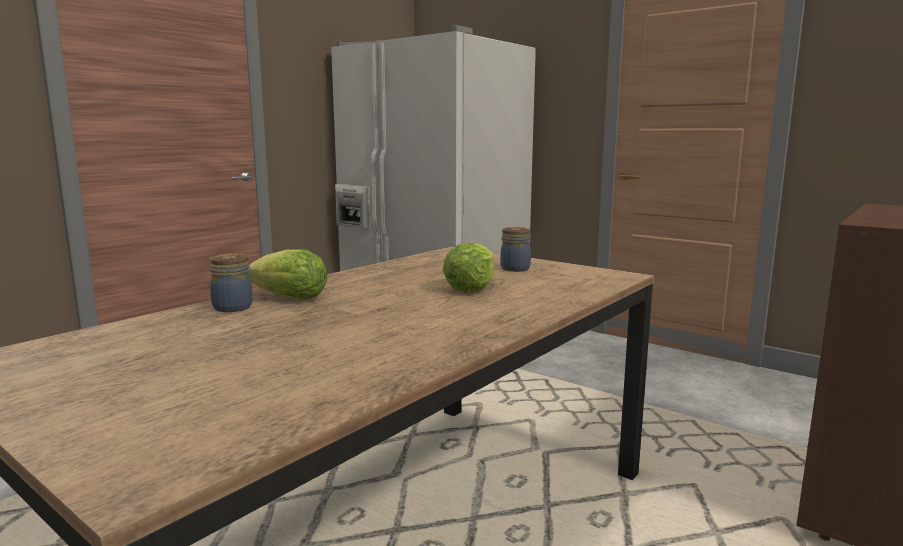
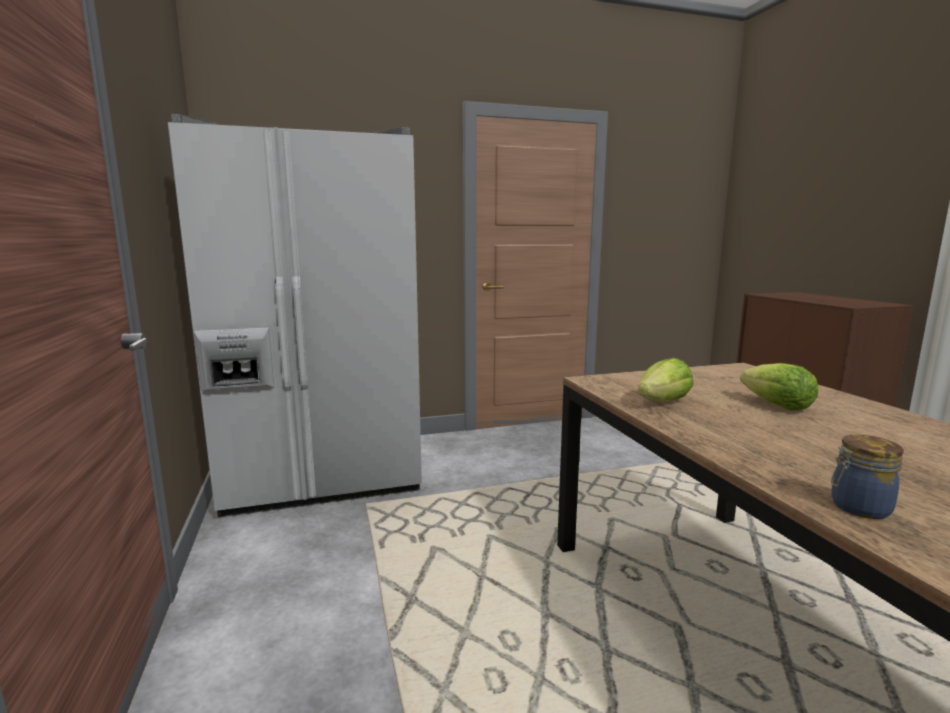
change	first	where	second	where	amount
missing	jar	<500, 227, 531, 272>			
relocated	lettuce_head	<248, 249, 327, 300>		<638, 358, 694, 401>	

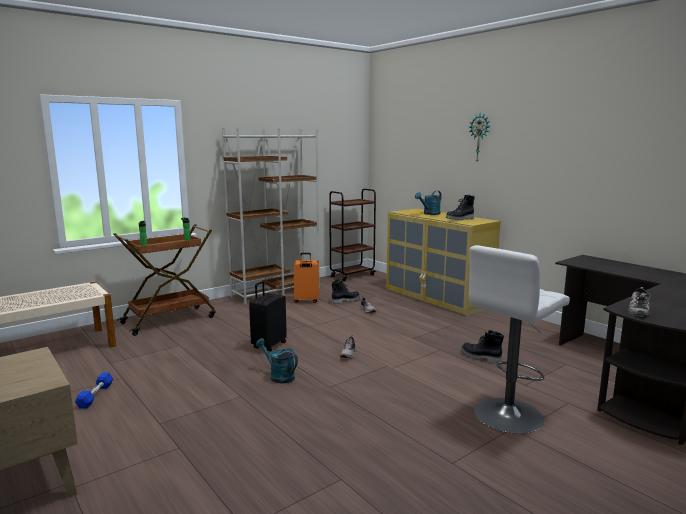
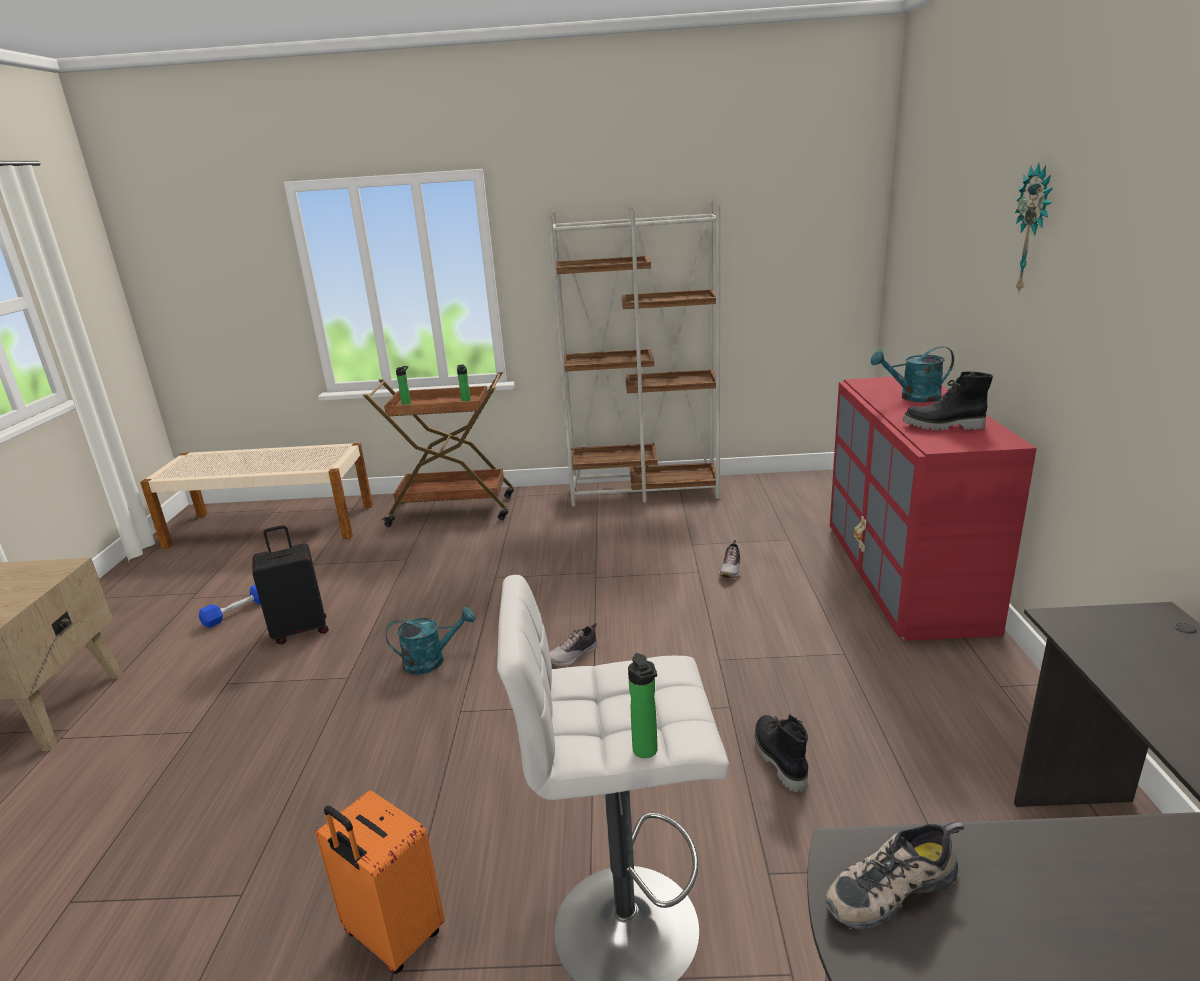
change	first	where	second	where	amount
missing	brown_trolley	<329, 189, 376, 281>			
colour	yellow_storage_cabinet	<386, 209, 501, 316>	red_storage_cabinet	<830, 376, 1037, 641>	
relocated	orange-coloured_piece_of_luggage	<293, 253, 319, 303>		<315, 790, 445, 974>	
missing	black_high-top_boot	<332, 279, 360, 304>			
relocated	black_piece_of_luggage	<249, 281, 287, 351>		<252, 525, 328, 644>	
spun	turquoise_sprinkling_can	<256, 338, 298, 383>		<386, 607, 476, 674>	90 degrees clockwise
appeared			drink_bottle	<628, 653, 658, 758>	

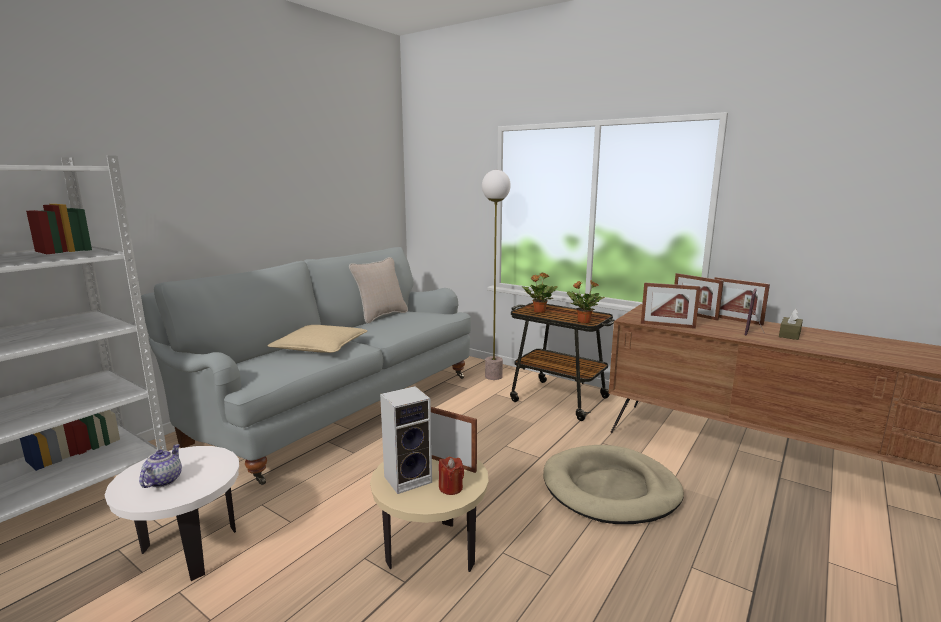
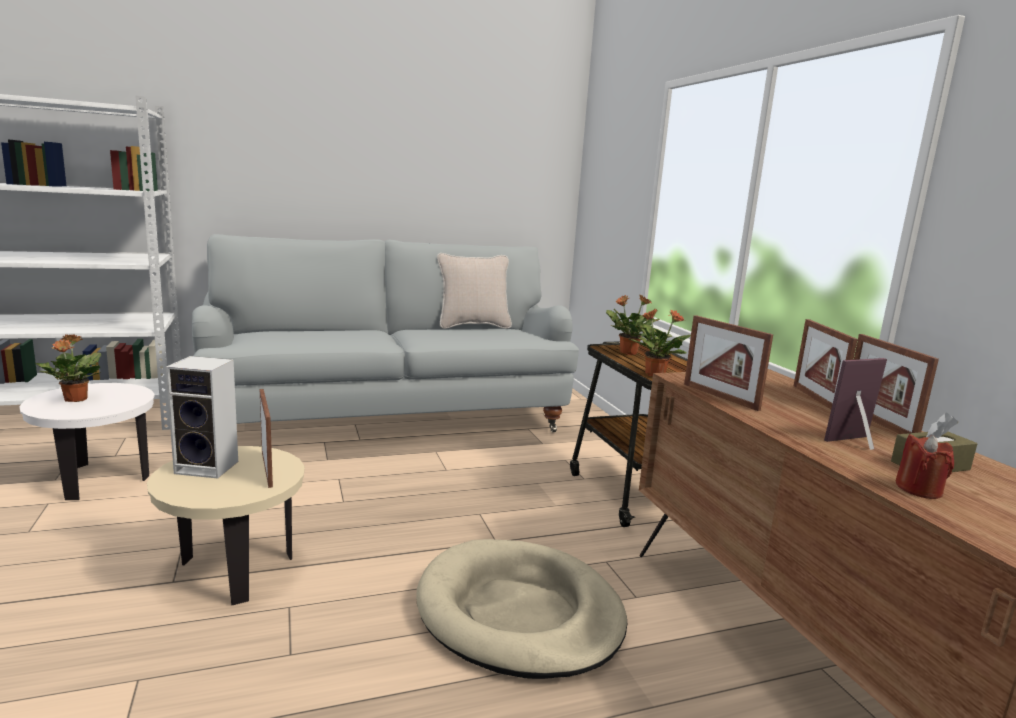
change	first	where	second	where	amount
missing	standard_lamp	<482, 170, 511, 380>			
missing	beige_pillow	<268, 325, 367, 353>			
exchanged	pot_for_tea	<139, 444, 182, 488>	potted_plant	<35, 334, 101, 402>	
relocated	red_candle	<439, 457, 464, 495>		<895, 434, 954, 499>	

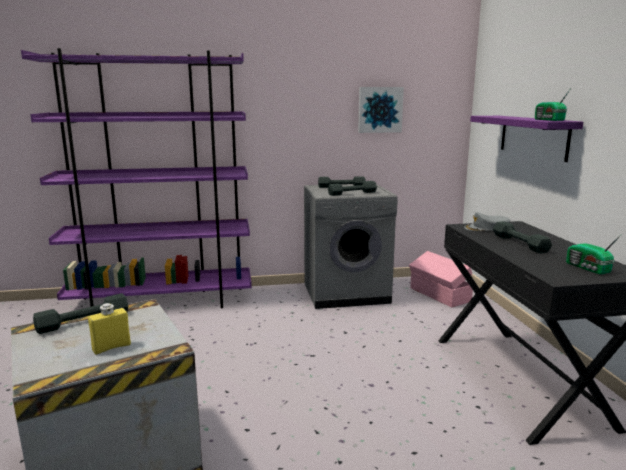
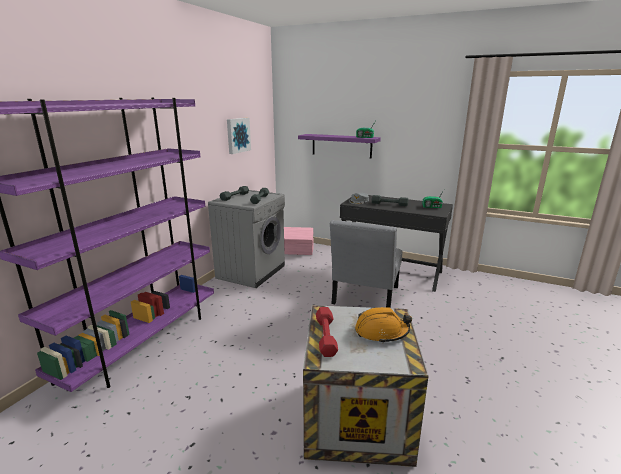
change	first	where	second	where	amount
colour	gray_hand_weight	<33, 293, 128, 334>	red_hand_weight	<316, 307, 338, 357>	
exchanged	yellow_drink_bottle	<88, 303, 131, 355>	orange-coloured_work_helmet	<355, 307, 412, 344>	
appeared			gray_plain_chair	<330, 220, 402, 308>	

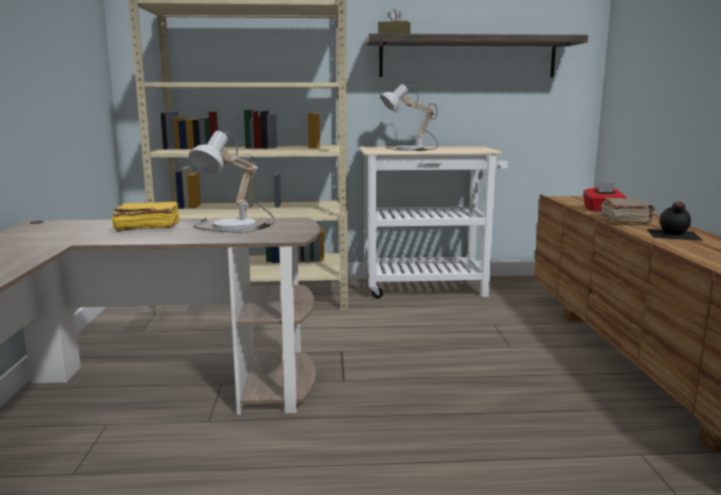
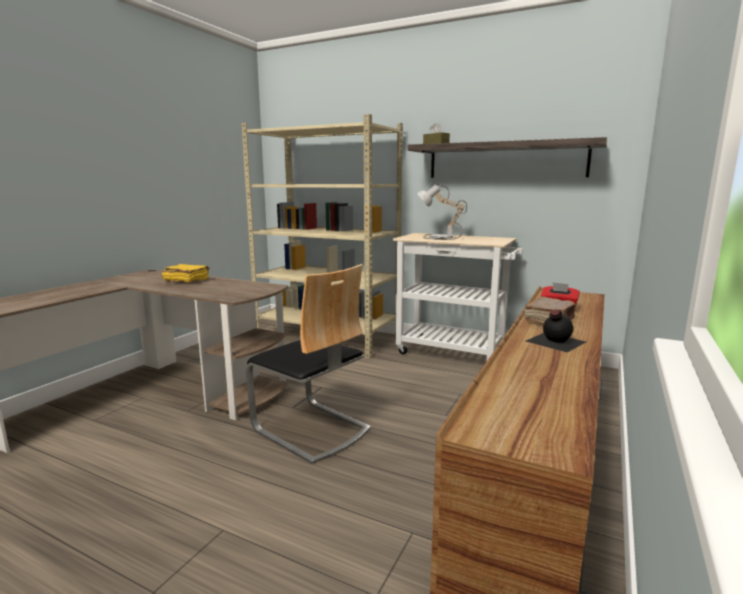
change	first	where	second	where	amount
missing	tabletop_lamp	<189, 131, 276, 233>			
appeared			plain_chair	<246, 264, 371, 464>	

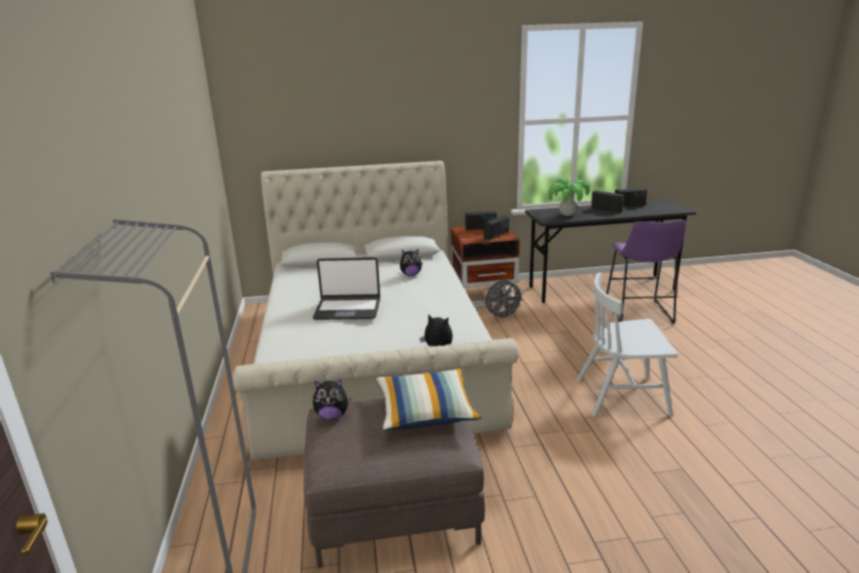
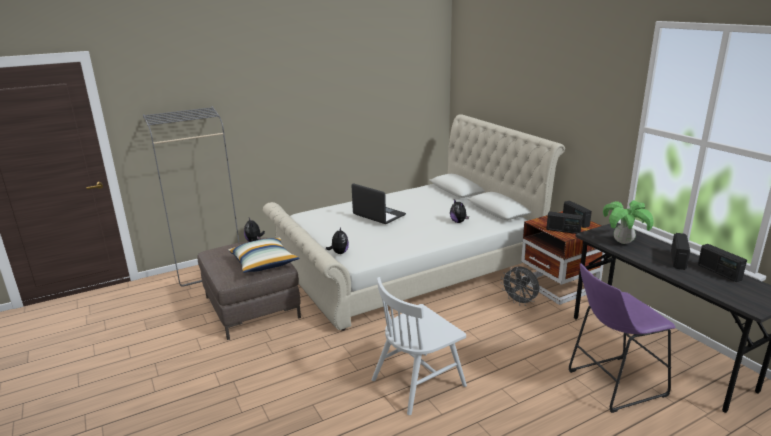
change	first	where	second	where	amount
spun	notebook_computer	<313, 257, 380, 320>		<351, 183, 406, 224>	150 degrees clockwise
spun	white-coloured_plain_chair	<577, 273, 678, 417>		<372, 277, 467, 415>	105 degrees counterclockwise

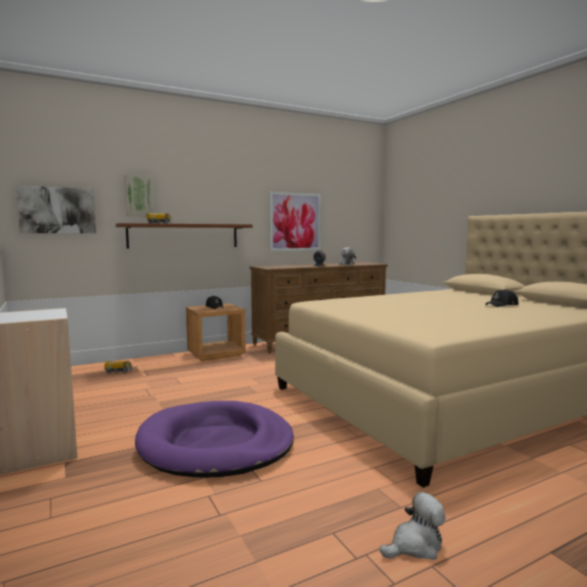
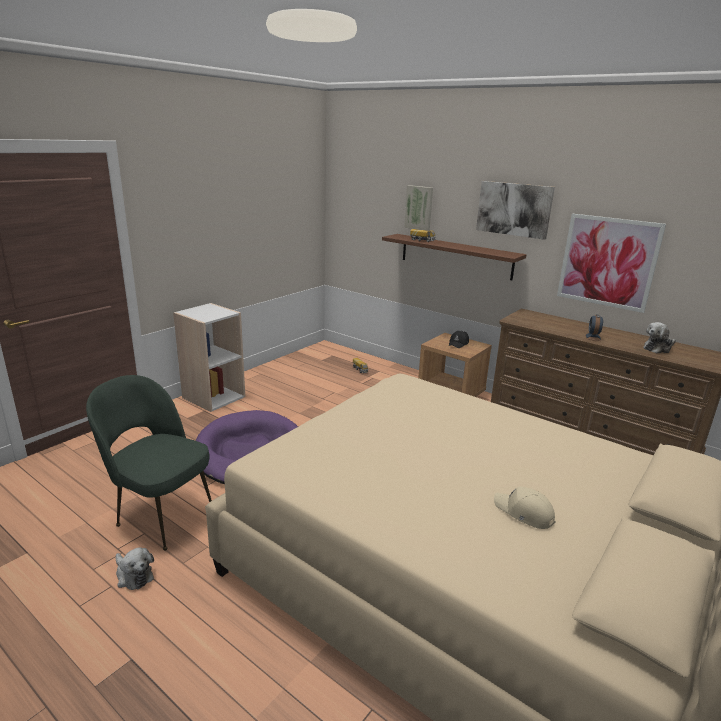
change	first	where	second	where	amount
relocated	wall_art	<16, 185, 96, 233>		<476, 181, 555, 240>	
colour	black_peaked_cap	<486, 289, 519, 307>	beige_peaked_cap	<494, 486, 556, 529>	
appeared			greenish_plain_chair	<86, 375, 212, 551>	

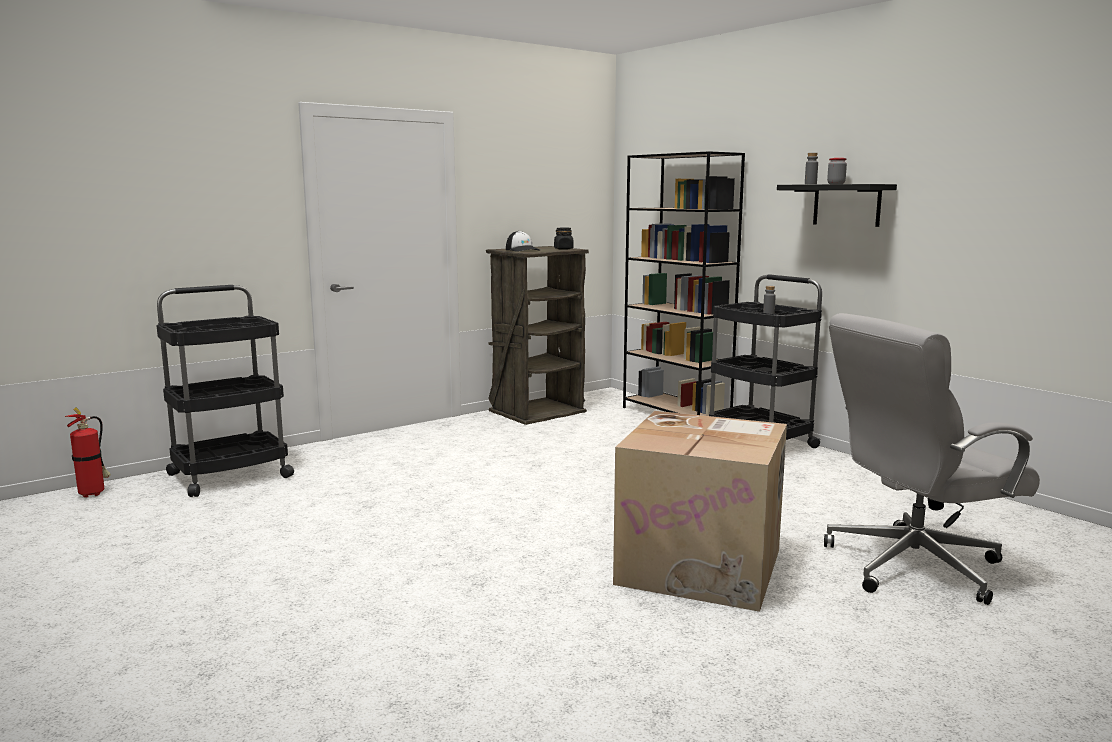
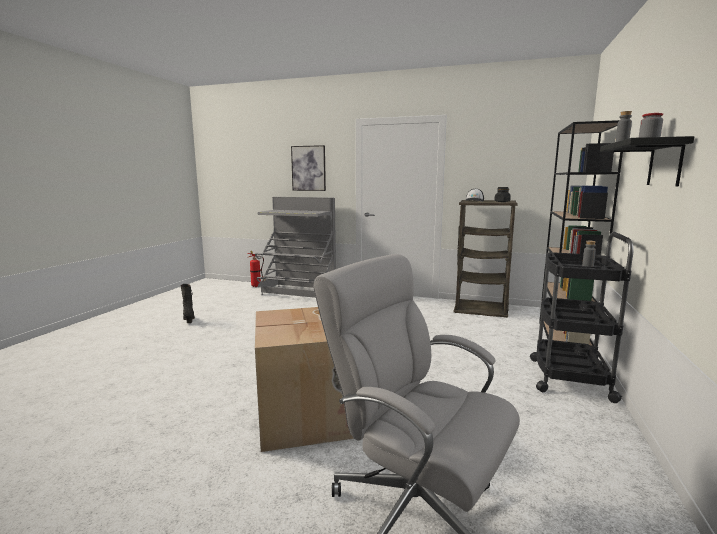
change	first	where	second	where	amount
exchanged	black_trolley	<156, 285, 294, 497>	gray_shoe_stand	<255, 197, 336, 298>	
appeared			wall_art	<291, 145, 326, 191>	
appeared			black_high-top_boot	<180, 283, 195, 323>	

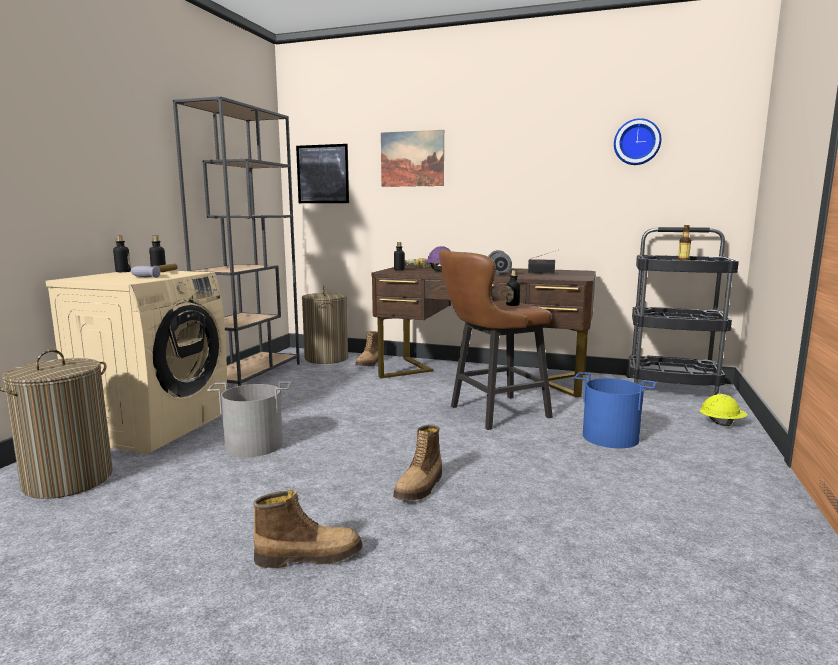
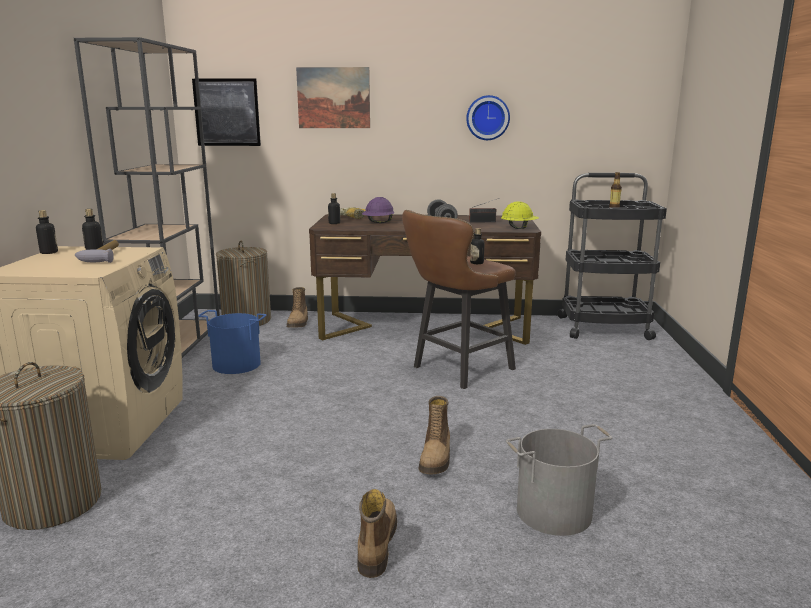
change	first	where	second	where	amount
relocated	hanging_clock	<614, 118, 661, 165>		<466, 95, 510, 140>	
relocated	blue_pail	<574, 372, 656, 448>		<198, 310, 267, 374>	
relocated	gray_pail	<207, 382, 292, 457>		<506, 424, 612, 536>	
relocated	yellow_work_helmet	<699, 394, 747, 426>		<501, 201, 539, 229>	
spun	high-top_boot	<253, 490, 363, 568>		<358, 489, 397, 578>	60 degrees counterclockwise

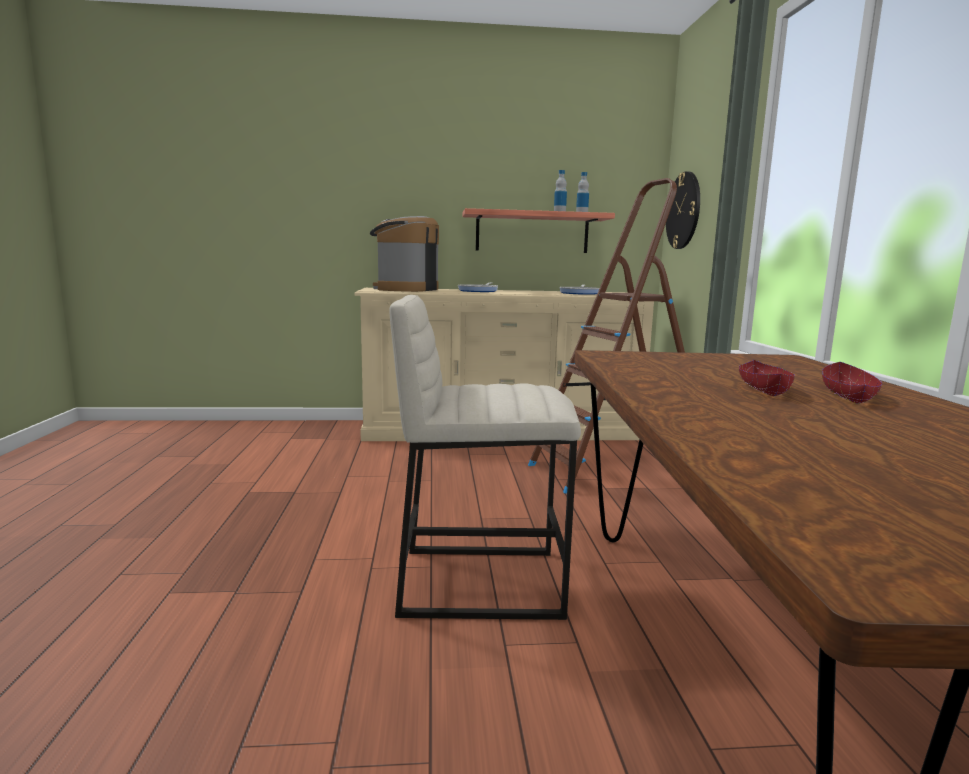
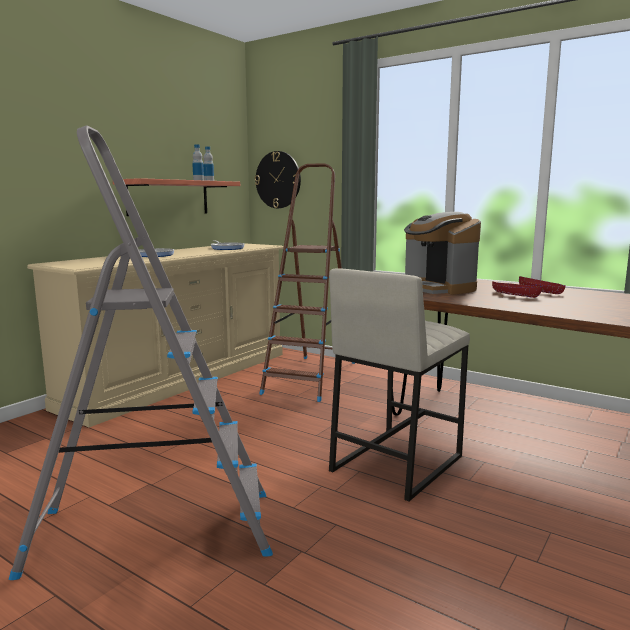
change	first	where	second	where	amount
relocated	coffee_machine	<370, 216, 439, 292>		<404, 212, 481, 295>	
appeared			gray_step_stool	<9, 125, 273, 580>	

